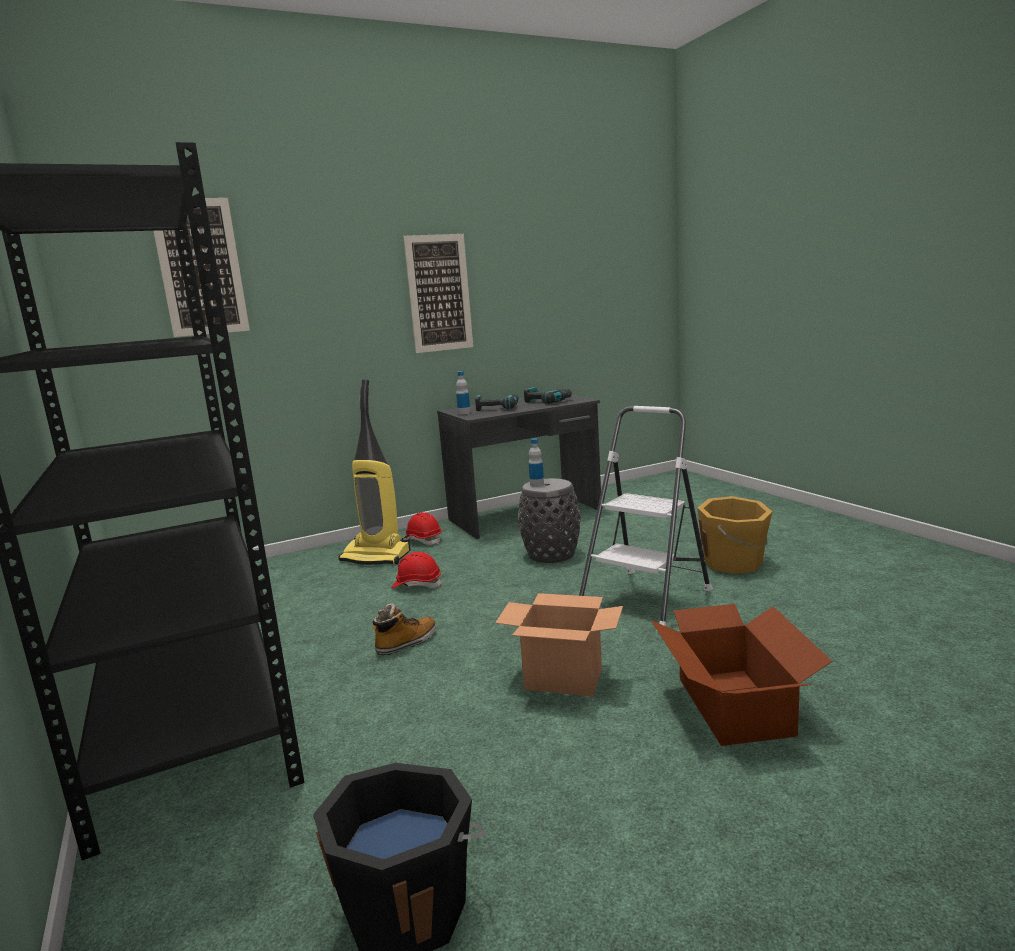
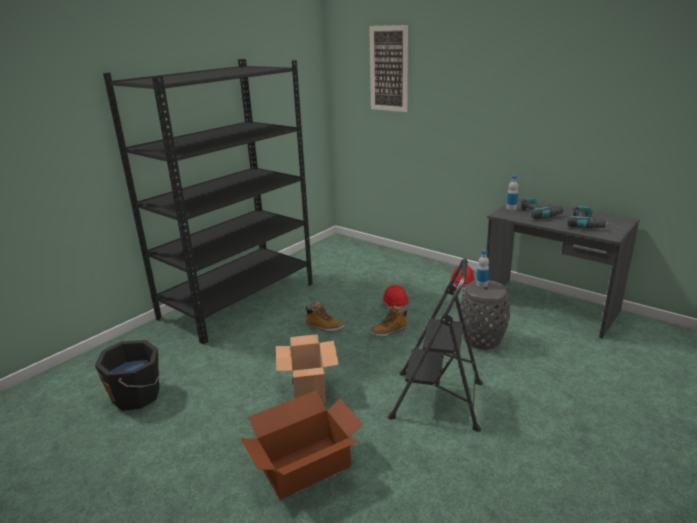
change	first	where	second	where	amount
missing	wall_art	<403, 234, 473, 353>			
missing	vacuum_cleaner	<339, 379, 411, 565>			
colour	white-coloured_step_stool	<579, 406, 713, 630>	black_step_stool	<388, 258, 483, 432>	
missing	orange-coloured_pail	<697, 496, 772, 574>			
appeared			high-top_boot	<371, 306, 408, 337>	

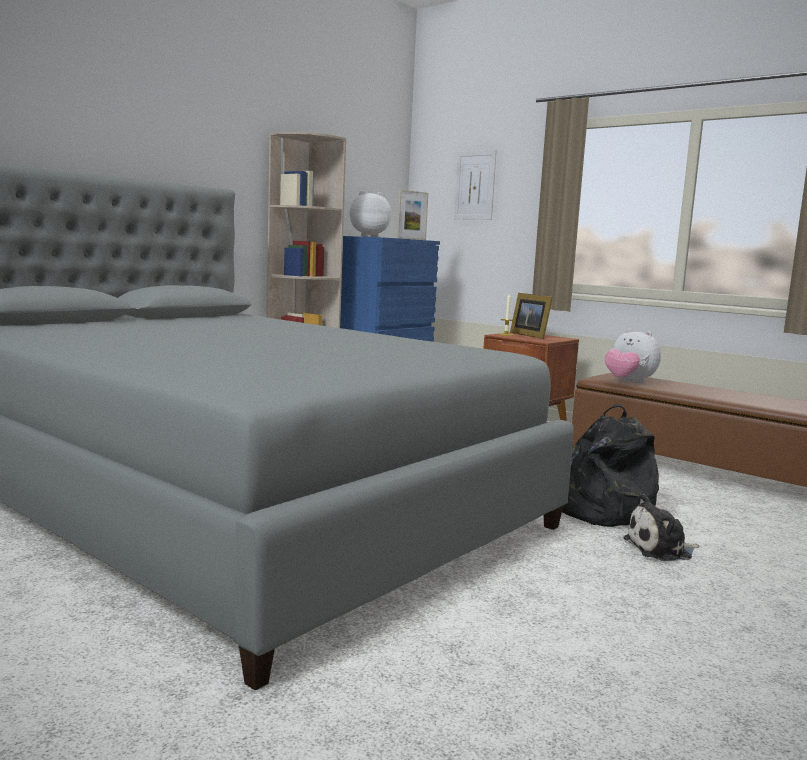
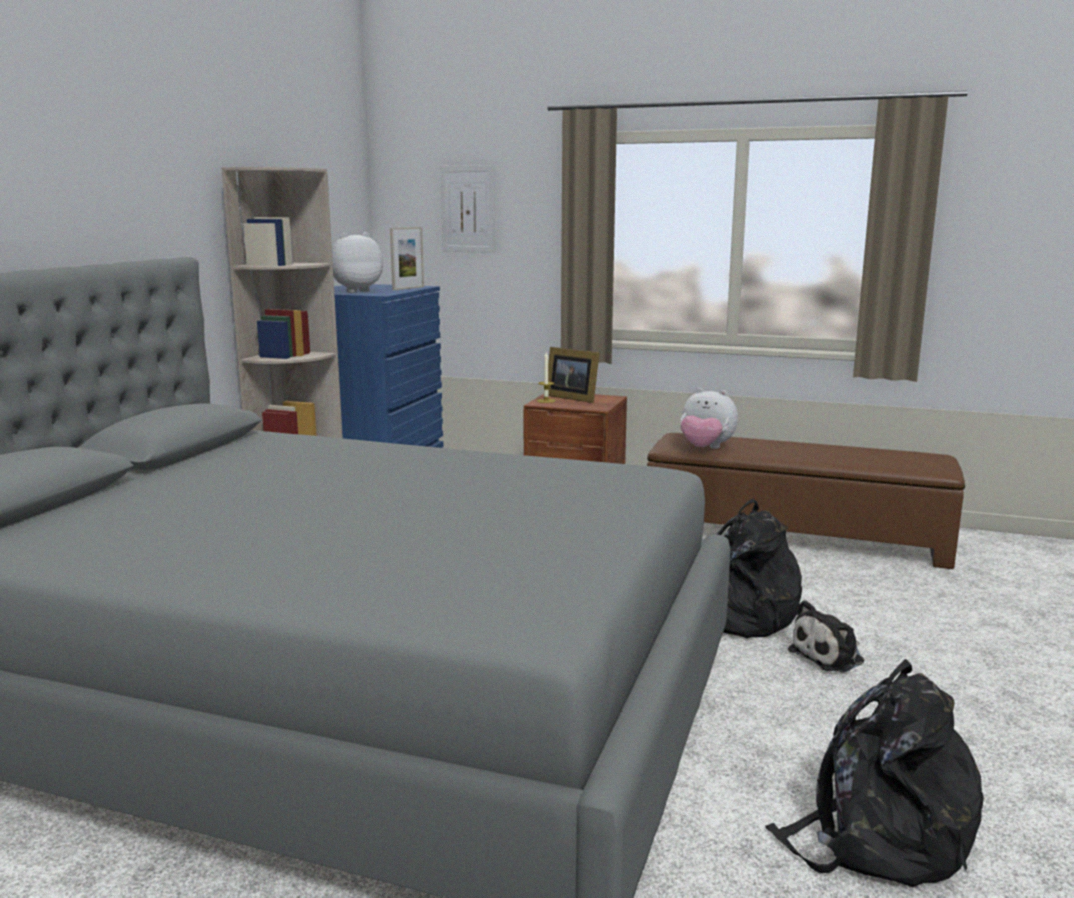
change	first	where	second	where	amount
appeared			black_backpack	<765, 659, 984, 887>	

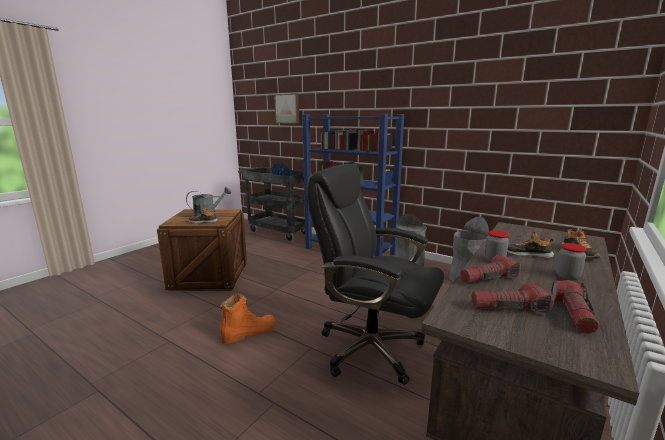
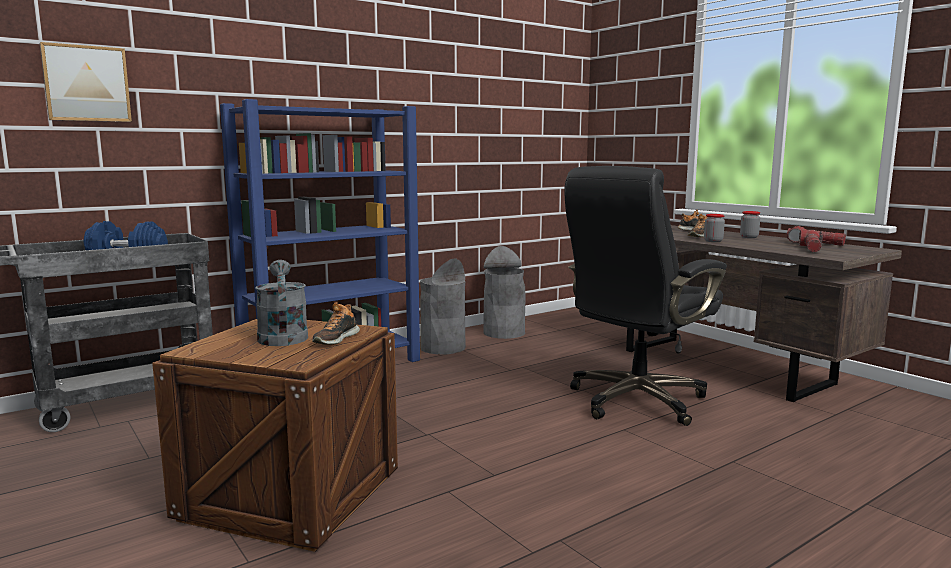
change	first	where	second	where	amount
missing	torch	<460, 255, 521, 284>			
missing	orange-coloured_high-top_boot	<220, 293, 275, 344>			

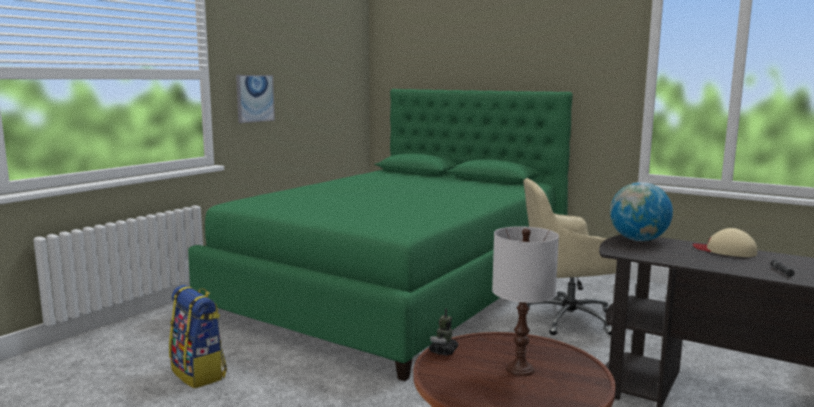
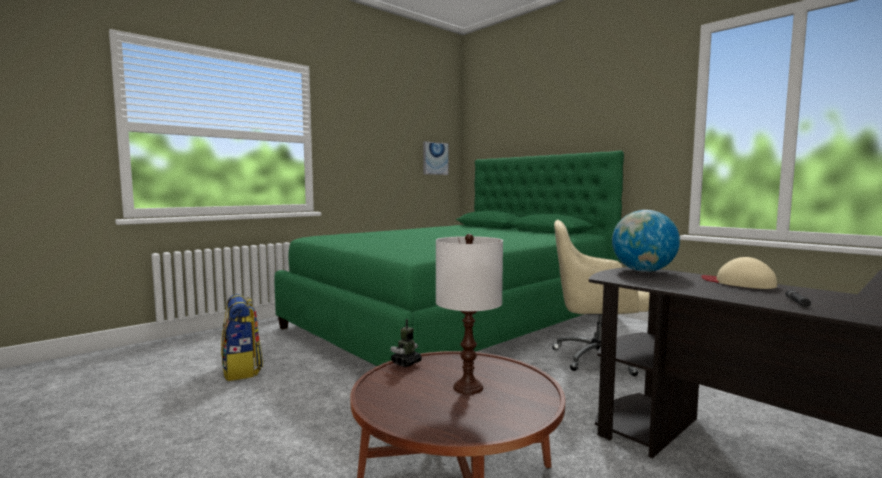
change	first	where	second	where	amount
relocated	wall_art	<236, 75, 275, 123>		<423, 141, 449, 175>	

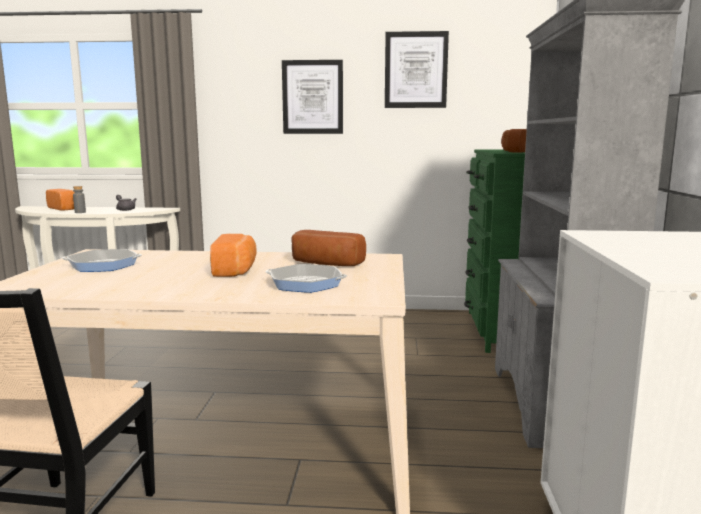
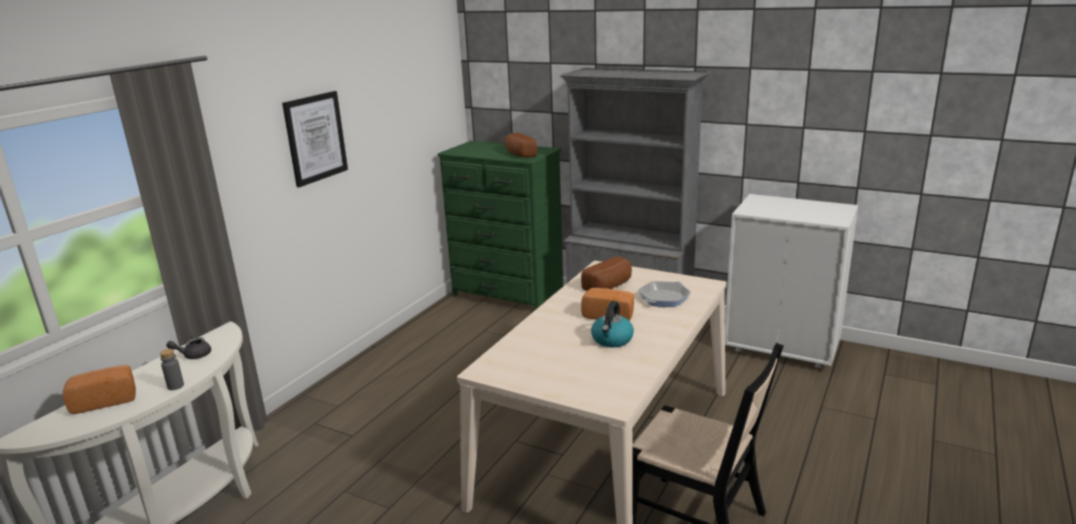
change	first	where	second	where	amount
missing	wall_art	<385, 31, 449, 108>			
missing	skillet	<62, 249, 142, 272>			
appeared			water_kettle	<591, 301, 634, 347>	

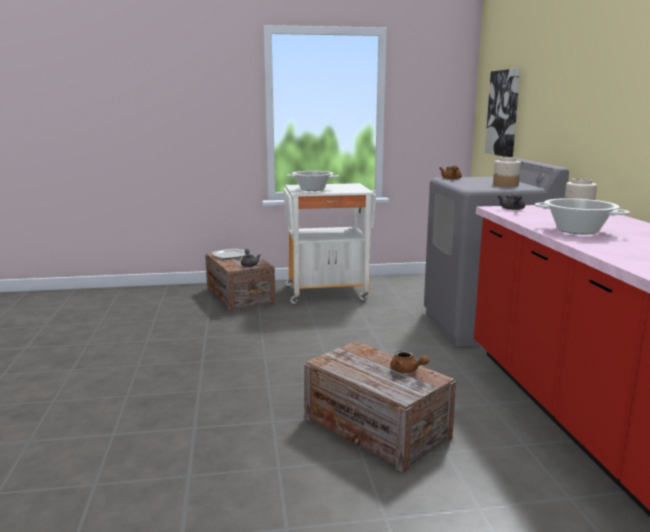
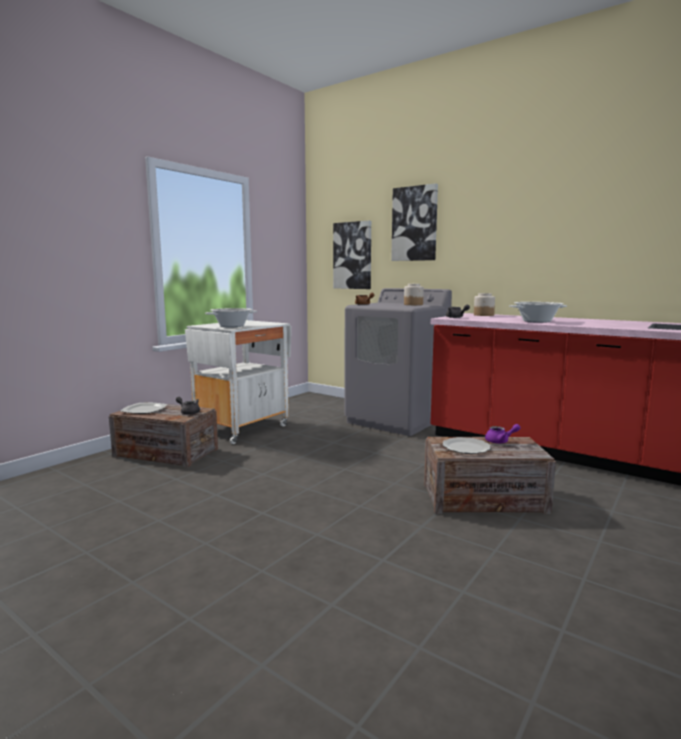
change	first	where	second	where	amount
colour	brown_pot_for_tea	<390, 350, 429, 373>	purplish_pot_for_tea	<485, 424, 521, 444>	
appeared			wall_art	<391, 183, 438, 261>	
appeared			plate	<443, 437, 491, 454>	

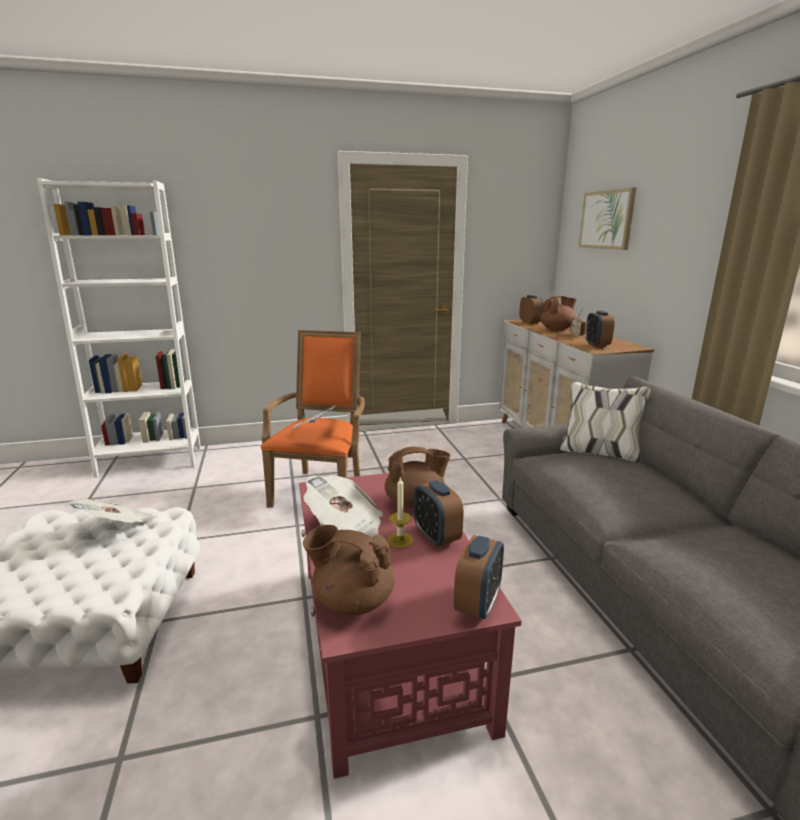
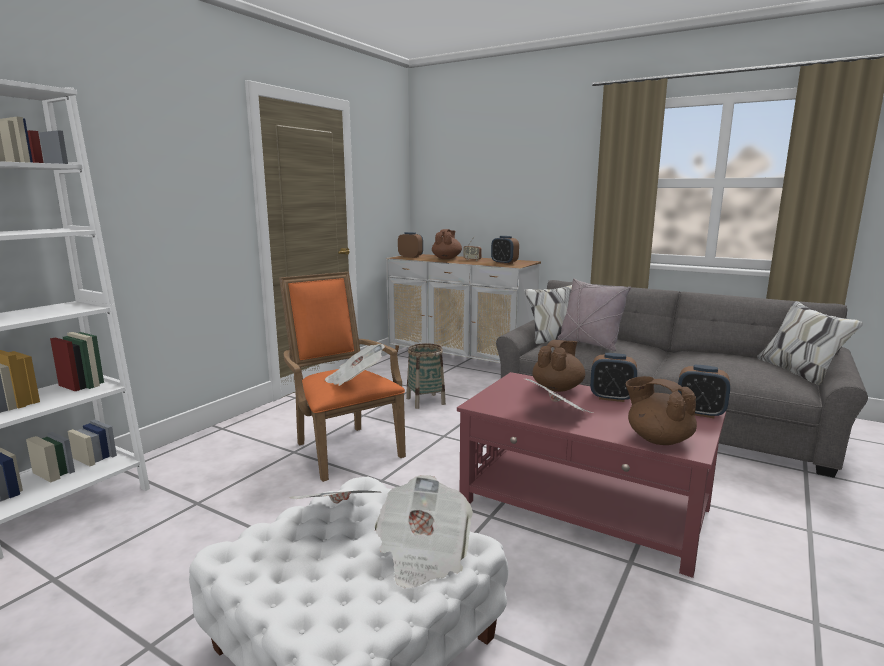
change	first	where	second	where	amount
missing	wall_art	<579, 187, 637, 250>			
missing	candle	<387, 476, 414, 548>			
spun	brown_pot_for_tea	<303, 525, 394, 615>		<625, 376, 697, 445>	75 degrees clockwise
spun	bedside_clock	<454, 535, 504, 619>		<678, 365, 730, 418>	135 degrees clockwise
appeared			purplish_pillow	<557, 278, 631, 351>	
appeared			basket	<406, 343, 446, 409>	
appeared			daily_paper	<375, 475, 473, 588>	

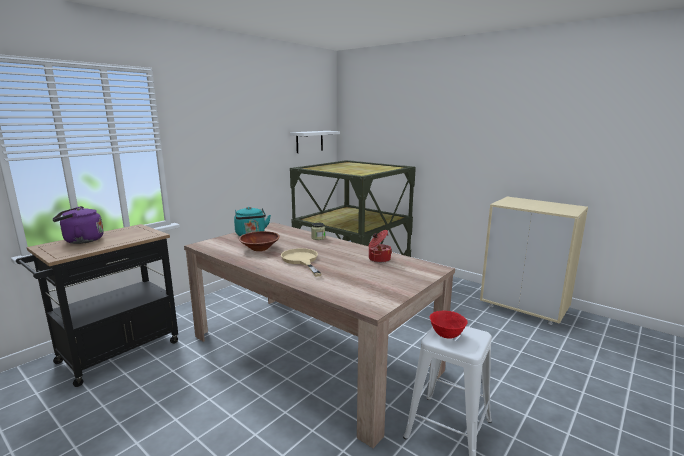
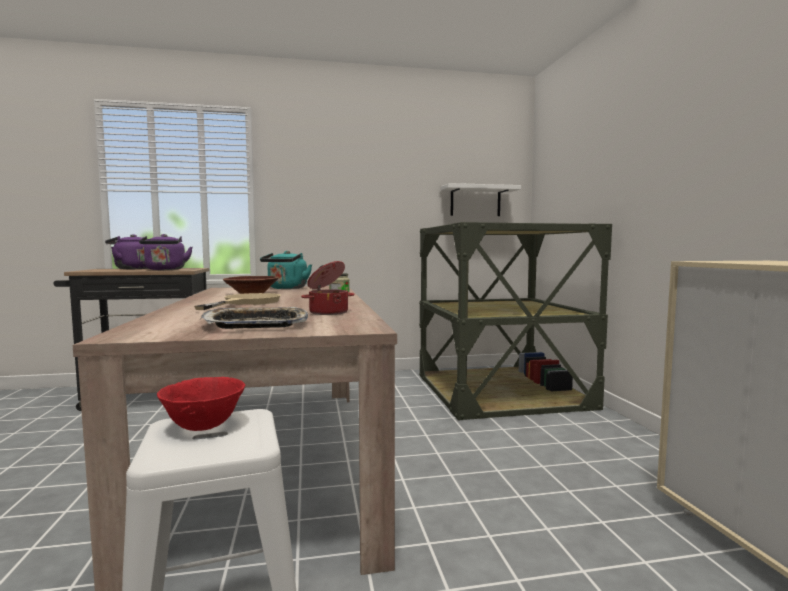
change	first	where	second	where	amount
appeared			purplish_water_kettle	<139, 234, 193, 270>	
appeared			serving_tray	<200, 307, 308, 329>	

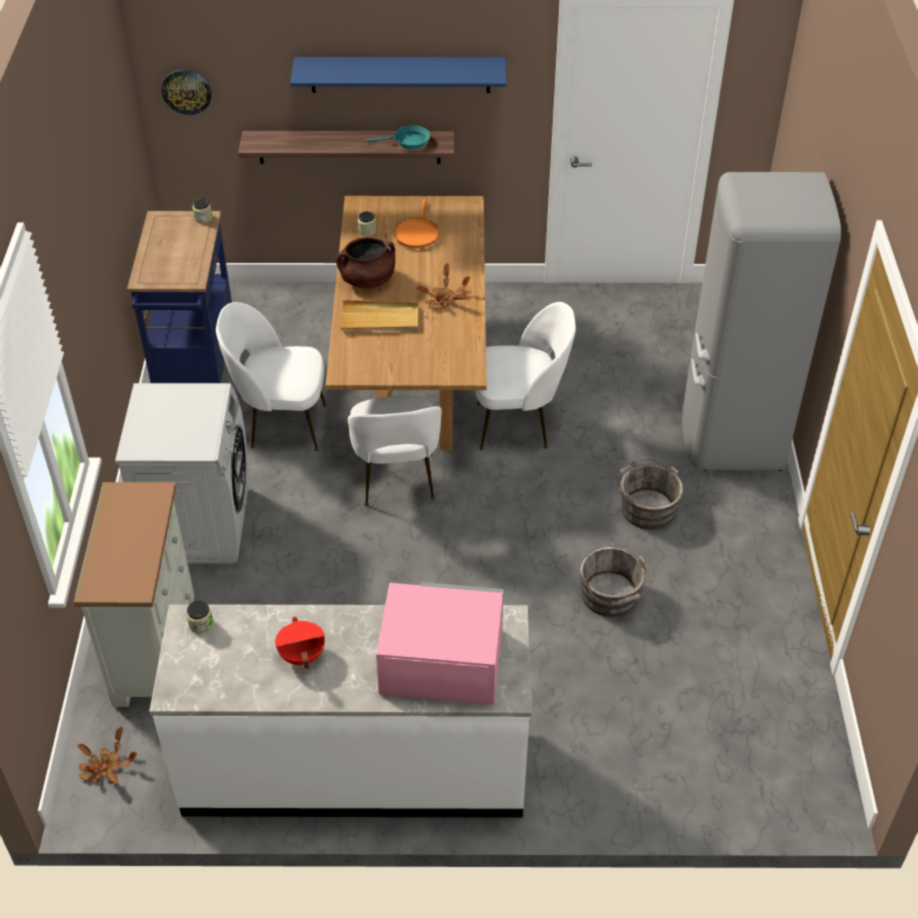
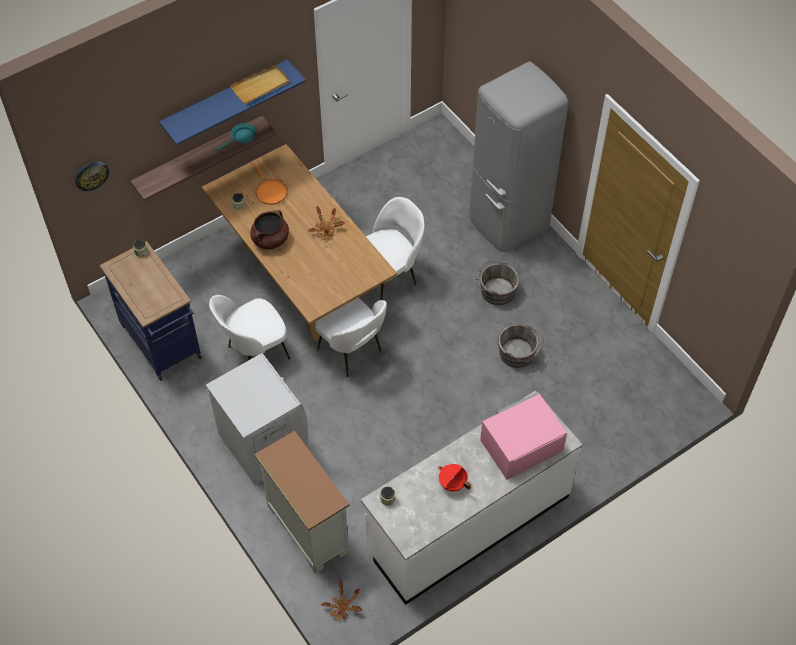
change	first	where	second	where	amount
relocated	beige_serving_tray	<341, 300, 419, 331>		<230, 65, 290, 104>	

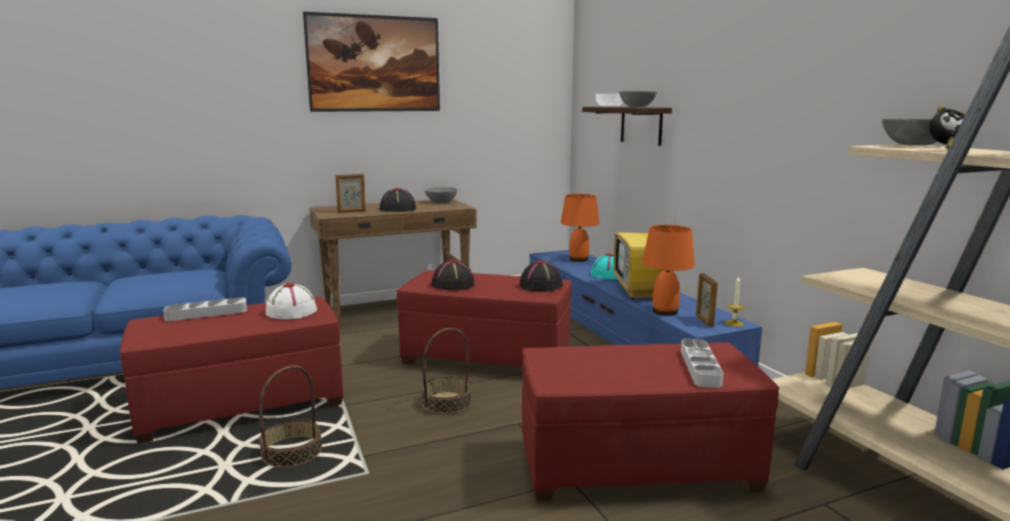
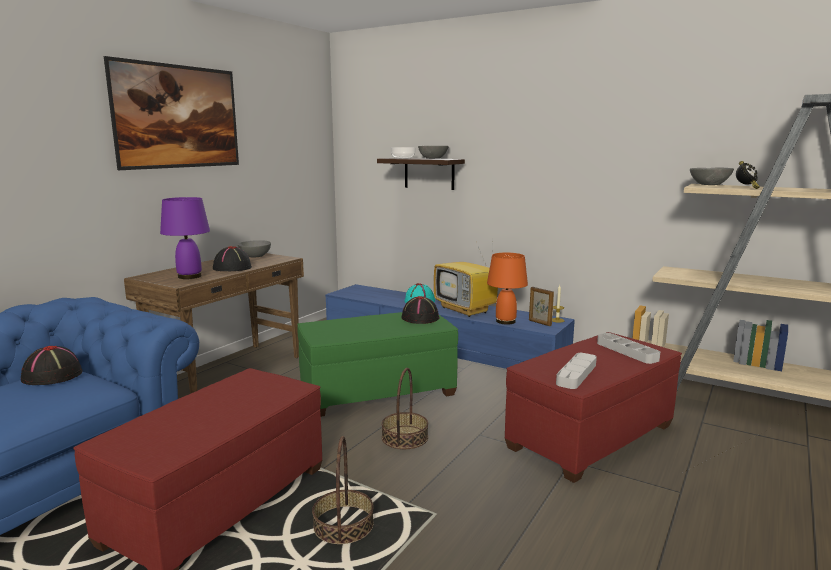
change	first	where	second	where	amount
exchanged	photo_frame	<335, 174, 366, 213>	purplish_tabletop_lamp	<160, 197, 210, 279>	
missing	orange-coloured_tabletop_lamp	<561, 194, 599, 262>			
relocated	black_wearable_hat	<431, 260, 475, 290>		<21, 345, 83, 385>	
colour	red_ottoman	<397, 270, 571, 367>	greenish_ottoman	<297, 312, 458, 417>	
missing	white-coloured_wearable_hat	<266, 283, 317, 319>			
relocated	gray_serving_tray	<163, 298, 247, 321>		<556, 353, 597, 389>	

